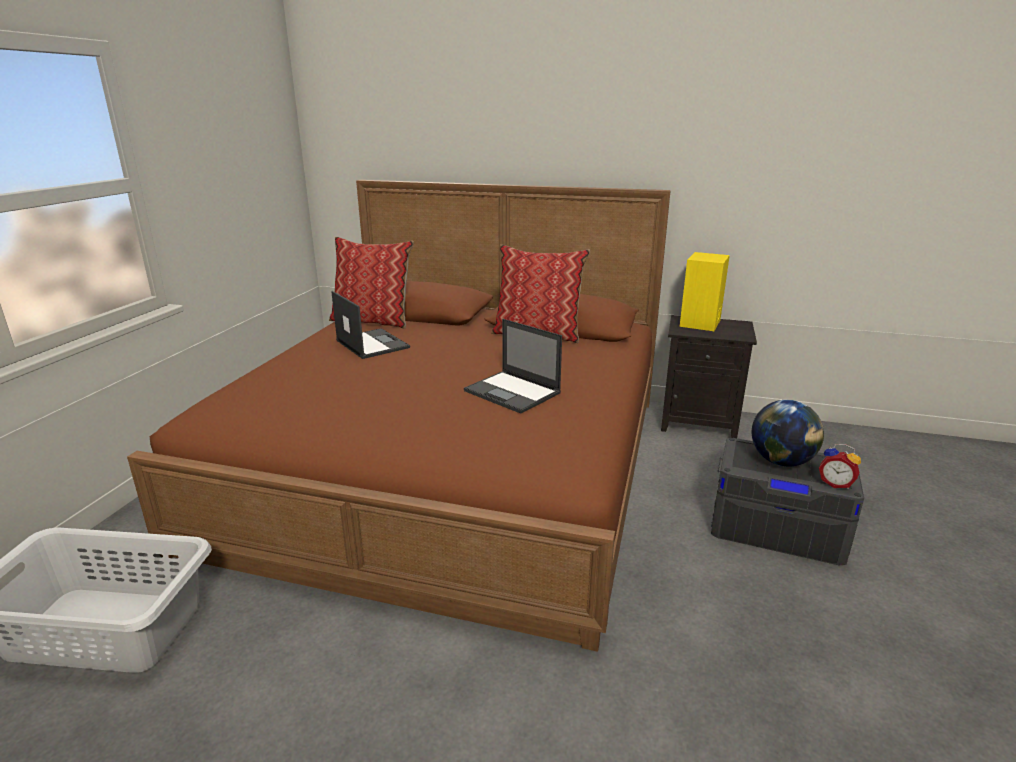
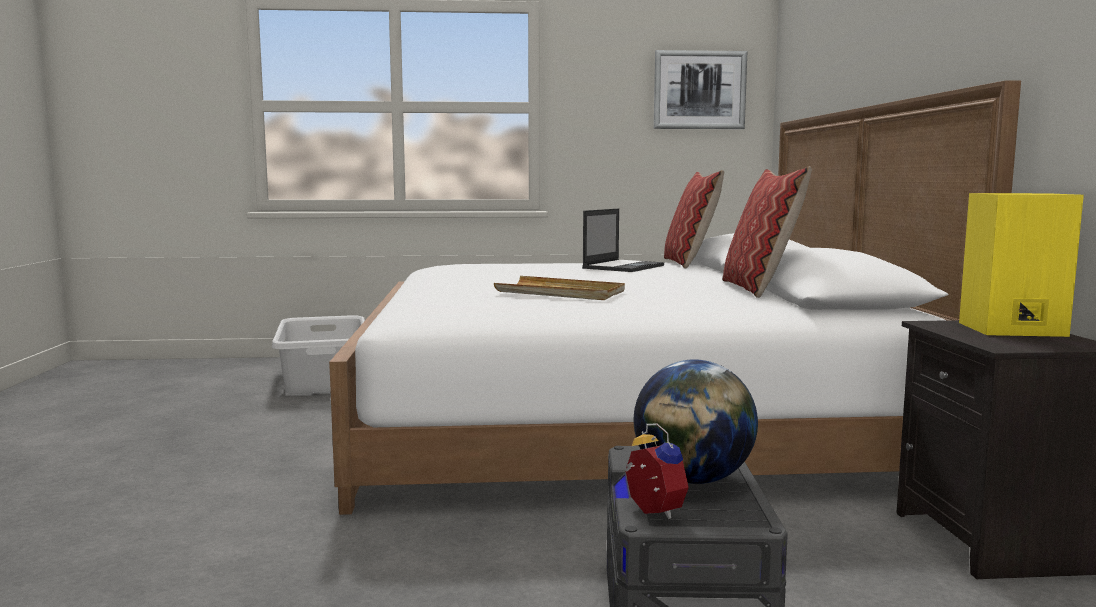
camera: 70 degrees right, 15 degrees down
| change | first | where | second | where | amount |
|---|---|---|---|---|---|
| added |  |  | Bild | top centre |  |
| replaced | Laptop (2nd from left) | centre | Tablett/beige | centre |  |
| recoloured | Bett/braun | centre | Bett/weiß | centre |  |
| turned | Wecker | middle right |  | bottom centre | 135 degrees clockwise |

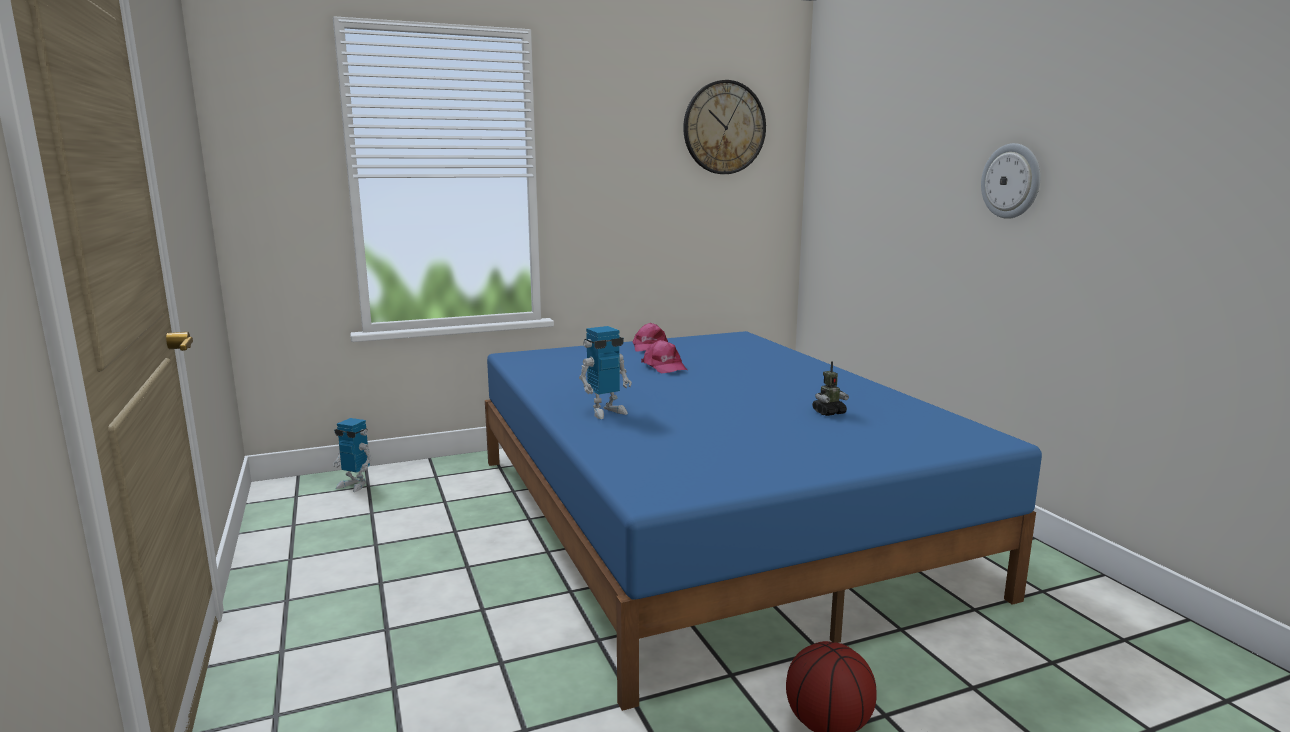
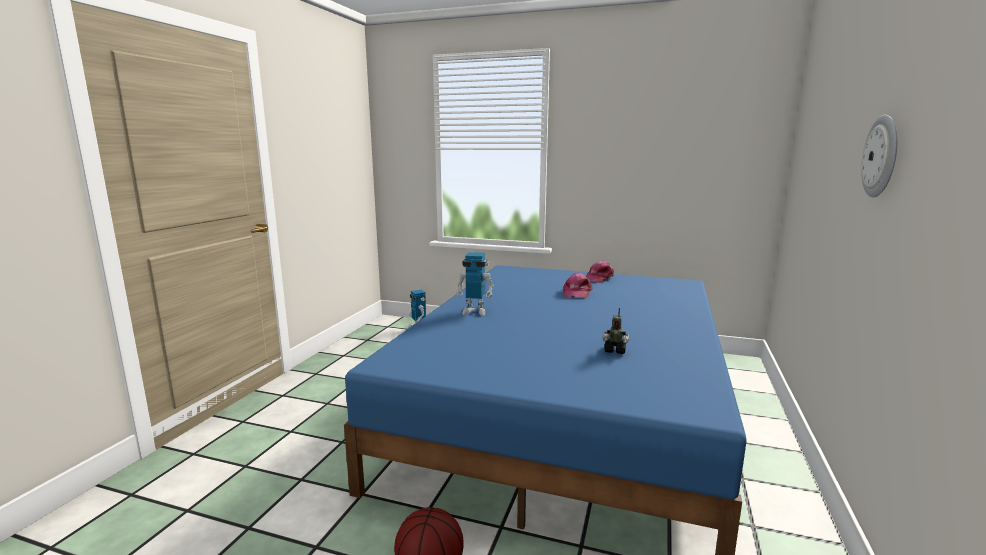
camera: 40 degrees right, 0 degrees up
| change | first | where | second | where | amount |
|---|---|---|---|---|---|
| removed | Wanduhr (1st from left) | top centre |  |  |  |

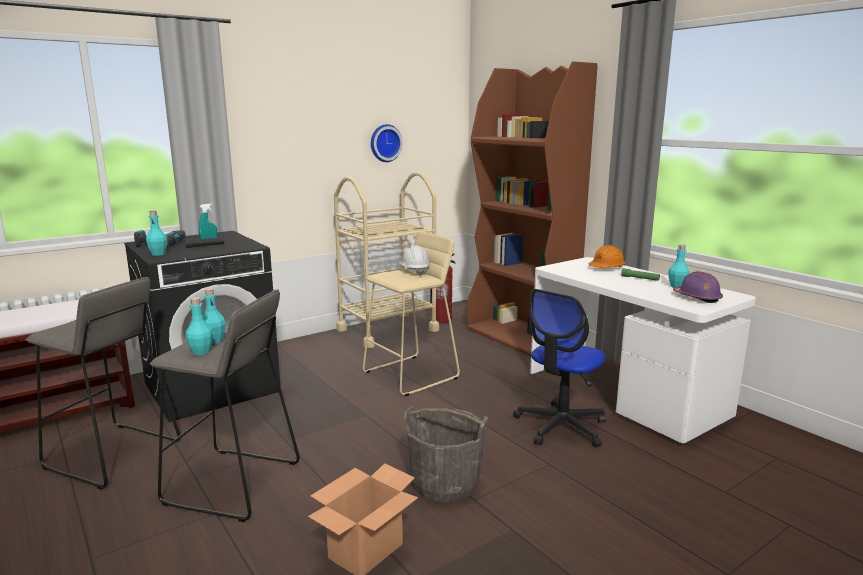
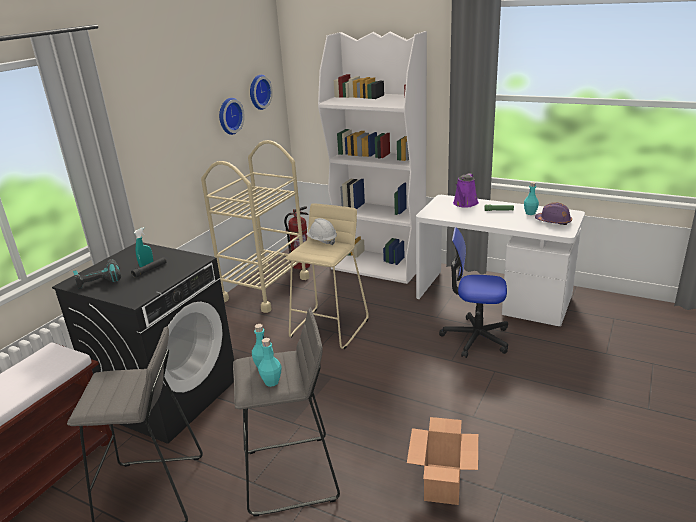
camera: 25 degrees left, 10 degrees up
| change | first | where | second | where | amount |
|---|---|---|---|---|---|
| removed | Flasche/türkis (1st from left) | middle left |  |  |  |
| removed | Eimer/grau | bottom centre |  |  |  |
| added |  |  | Wanduhr (2nd from left) | top centre |  |
| replaced | Schutzhelm/orange | middle right | Gießkanne/lila | middle right |  |
| recoloured | Bücherregal/braun | centre | Bücherregal/weiß | top centre |  |
| turned | Bürostuhl | centre |  | middle right | 90 degrees clockwise |

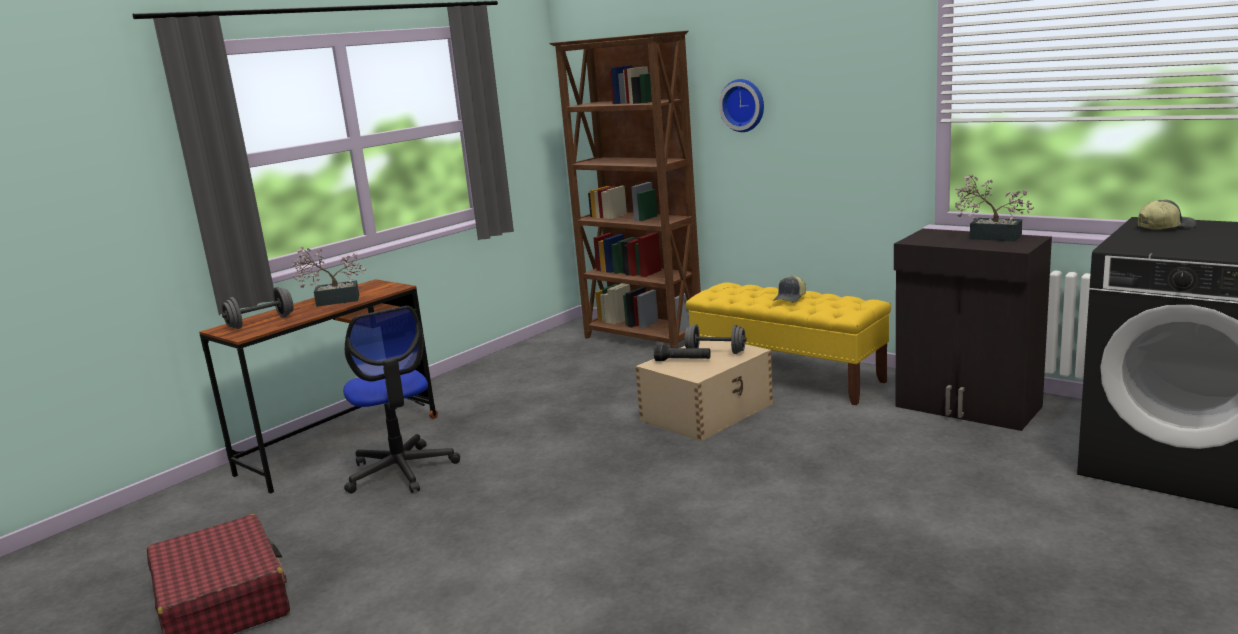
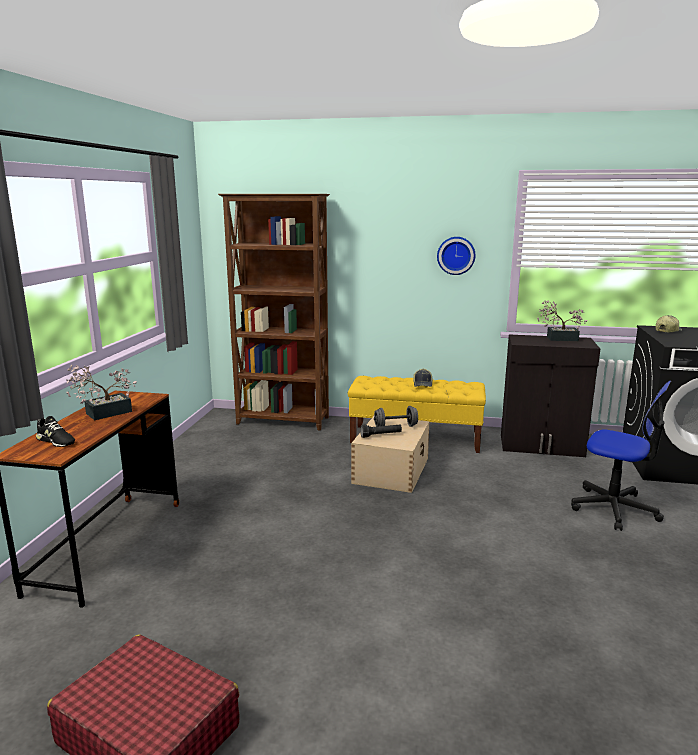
camera: 30 degrees left, 0 degrees up
| change | first | where | second | where | amount |
|---|---|---|---|---|---|
| moved | Bürostuhl | middle left |  | middle right |  |
| moved | Wanduhr | top centre |  | centre |  |
| replaced | Hantel/grau (1st from left) | middle left | Schuh/schwarz | middle left |  |

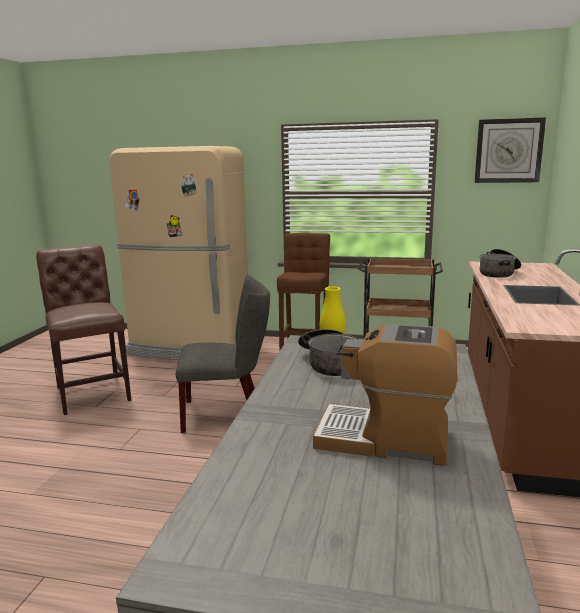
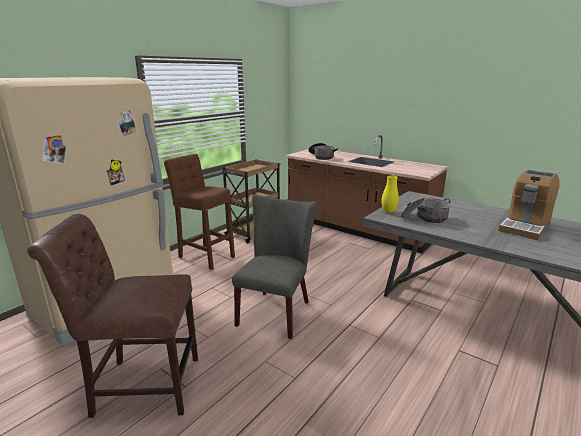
camera: 65 degrees left, 5 degrees up
| change | first | where | second | where | amount |
|---|---|---|---|---|---|
| removed | Wanduhr | top right |  |  |  |

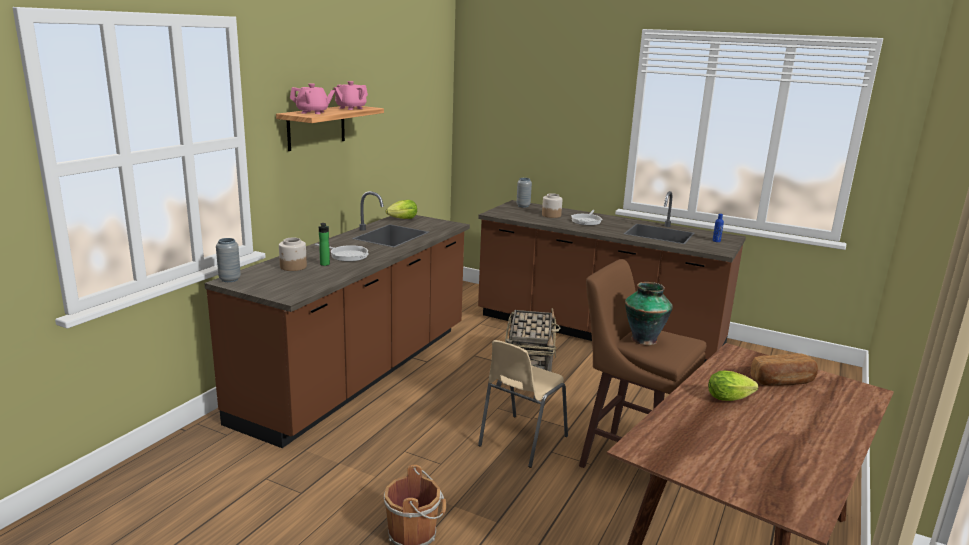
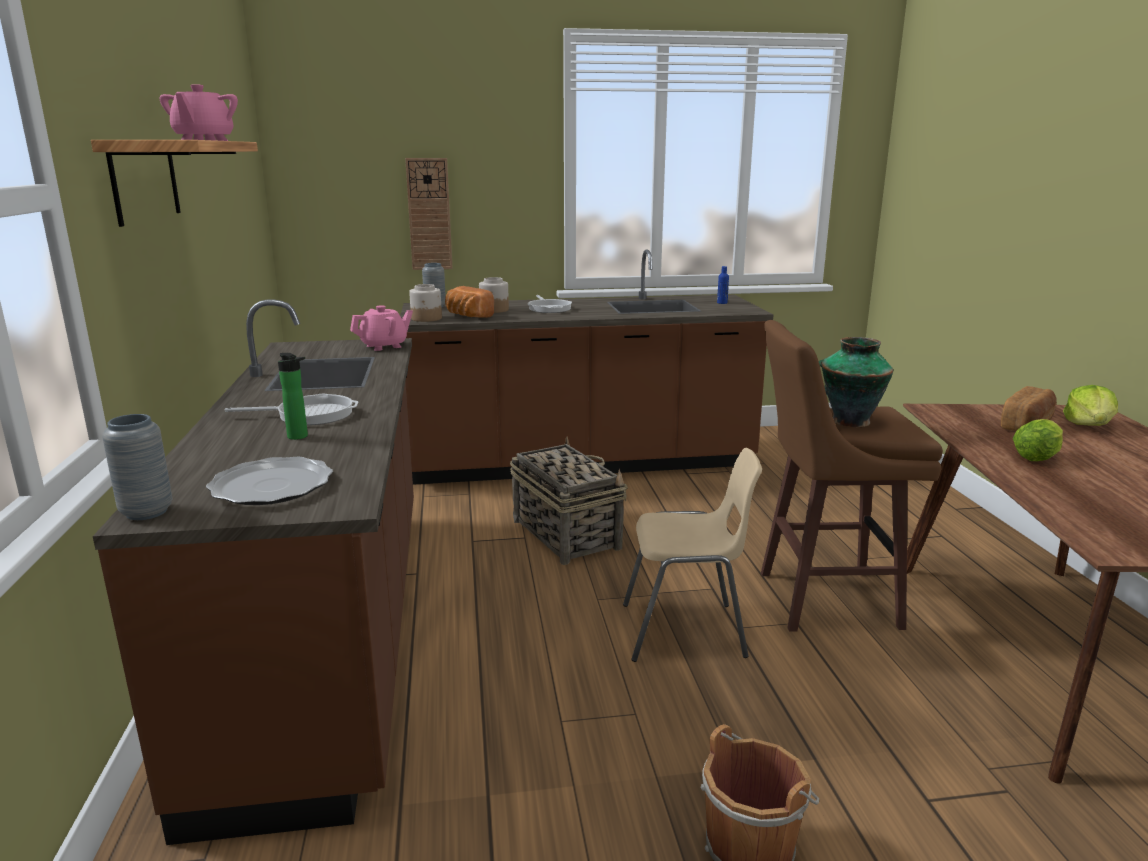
camera: 35 degrees left, 0 degrees up
| change | first | where | second | where | amount |
|---|---|---|---|---|---|
| added |  |  | Teller | middle left |  |
| added |  |  | Wanduhr | top centre |  |
| added |  |  | Brot (1st from left) | centre |  |
| moved | Vorratsglas (1st from left) | middle left |  | centre |  |
| moved | Teekanne/rosa (1st from left in the first image) | top left | Teekanne/rosa (2nd from left) | middle left |  |
| moved | Salatkopf (1st from left in the first image) | centre | Salatkopf (2nd from left) | middle right |  |
| turned | Stuhl/beige | bottom centre |  | centre | 90 degrees counterclockwise |

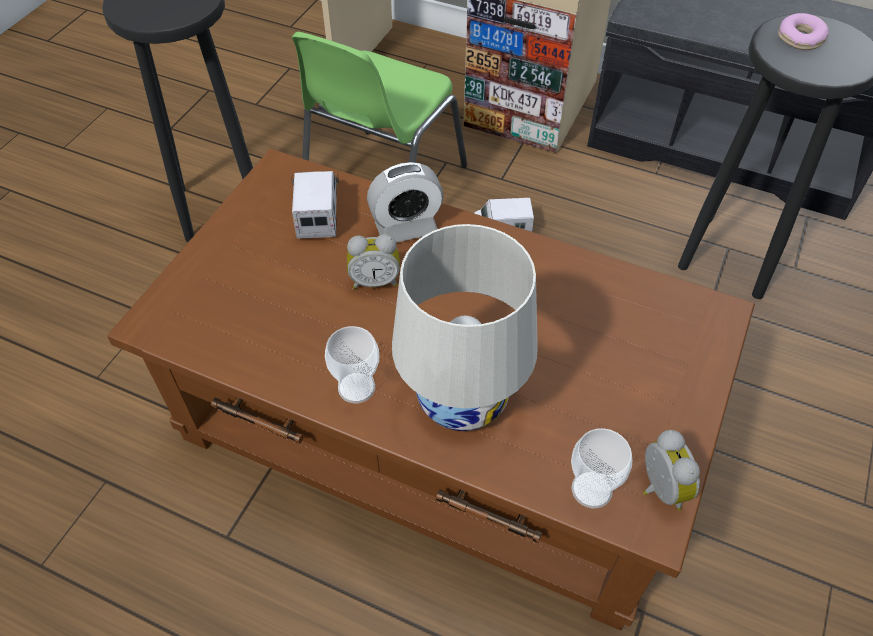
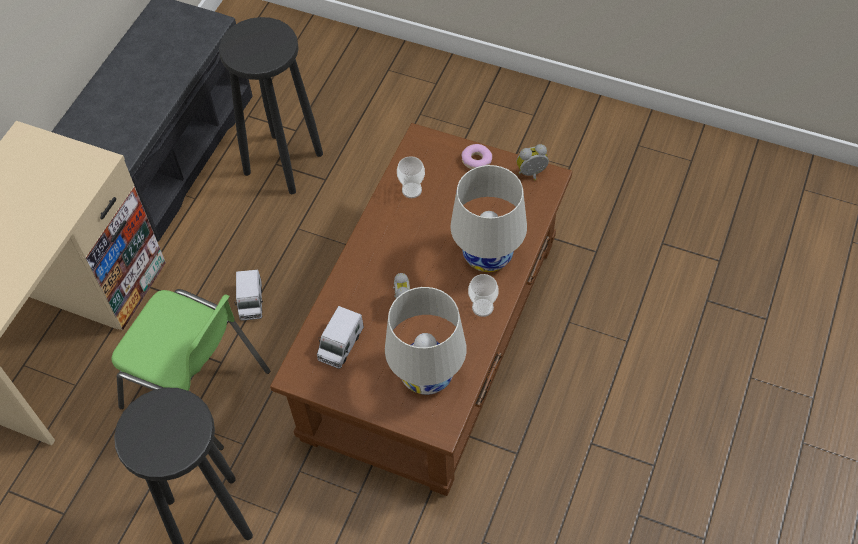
camera: 90 degrees left, 5 degrees up
| change | first | where | second | where | amount |
|---|---|---|---|---|---|
| removed | Wecker (2nd from left) | top centre |  |  |  |
| added |  |  | Tischlampe/weiß (1st from left) | centre |  |
| moved | Tasse (2nd from left in the first image) | bottom right | Tasse (1st from left) | top centre |  |
| moved | Donut | top right |  | top centre |  |
| turned | Spielzeuglaster (1st from left in the first image) | top centre | Spielzeuglaster (2nd from left) | centre | 60 degrees counterclockwise |

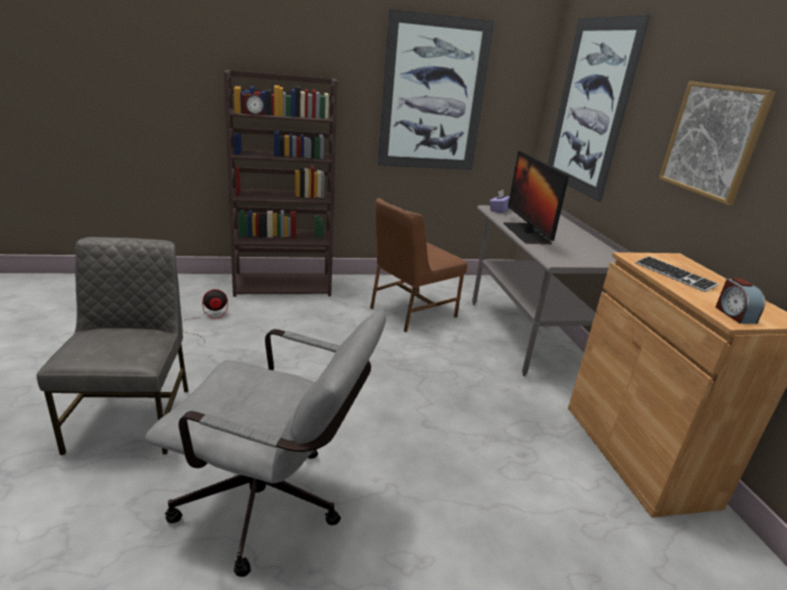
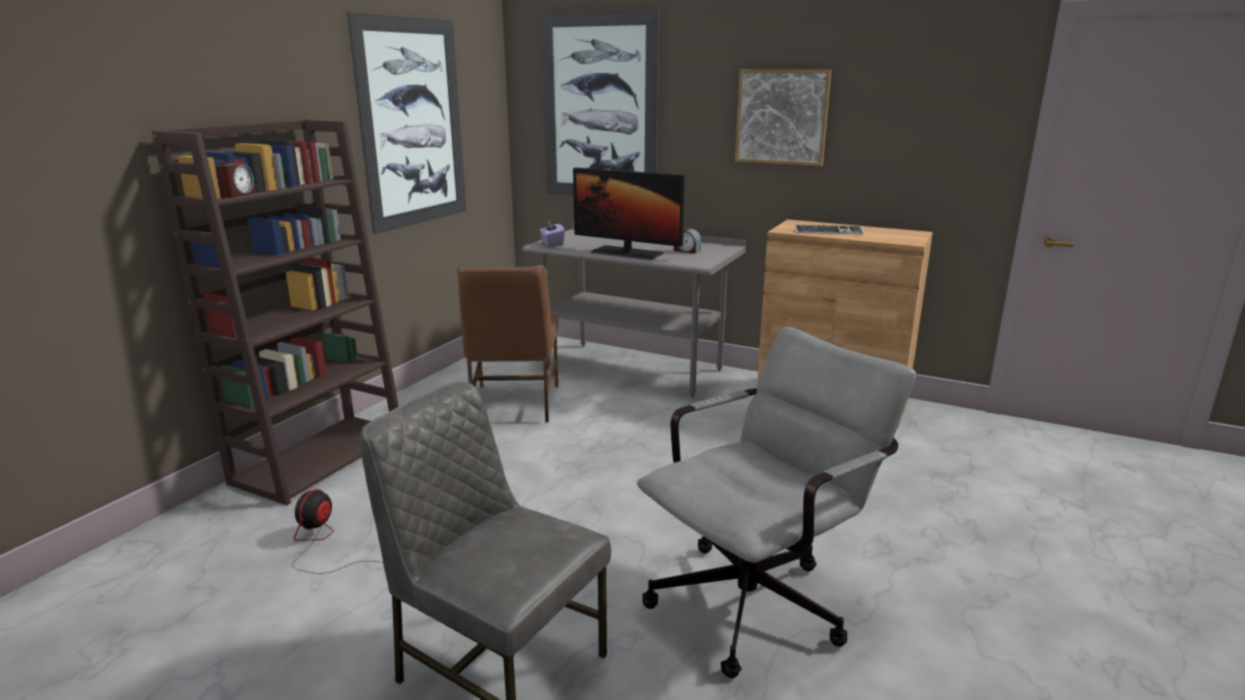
camera: 50 degrees left, 5 degrees down
| change | first | where | second | where | amount |
|---|---|---|---|---|---|
| moved | Wecker (2nd from left) | middle right |  | centre |  |

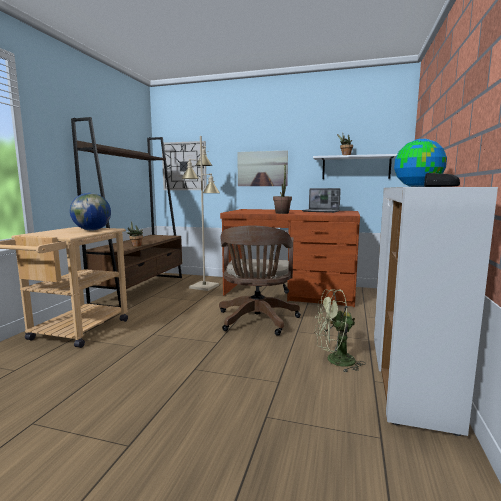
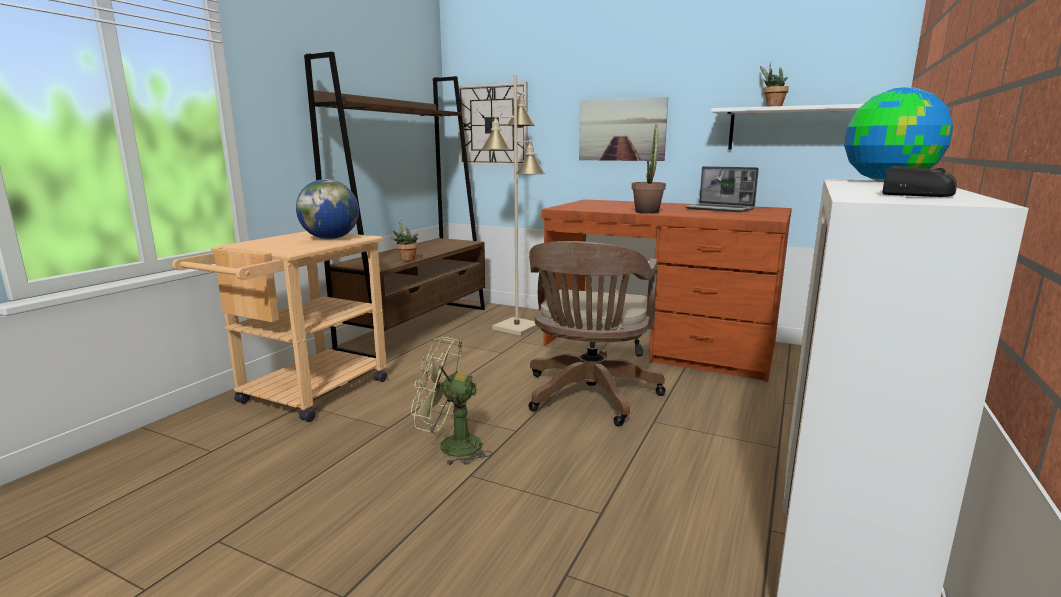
camera: 10 degrees right, 5 degrees up
| change | first | where | second | where | amount |
|---|---|---|---|---|---|
| moved | Ventilator/grün | middle right |  | bottom centre |  |

